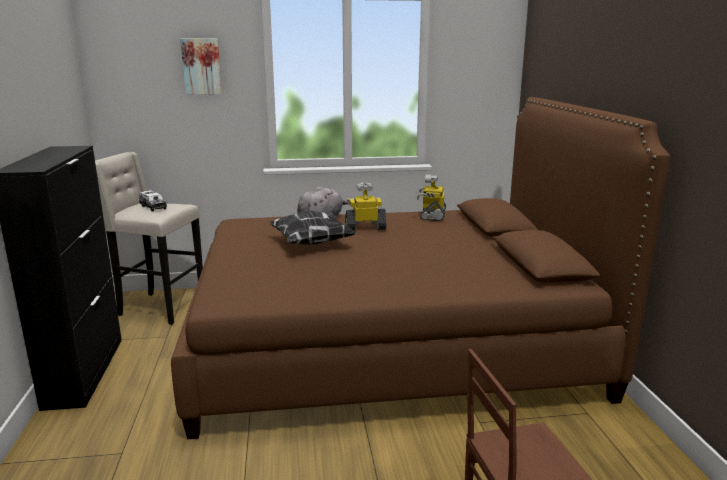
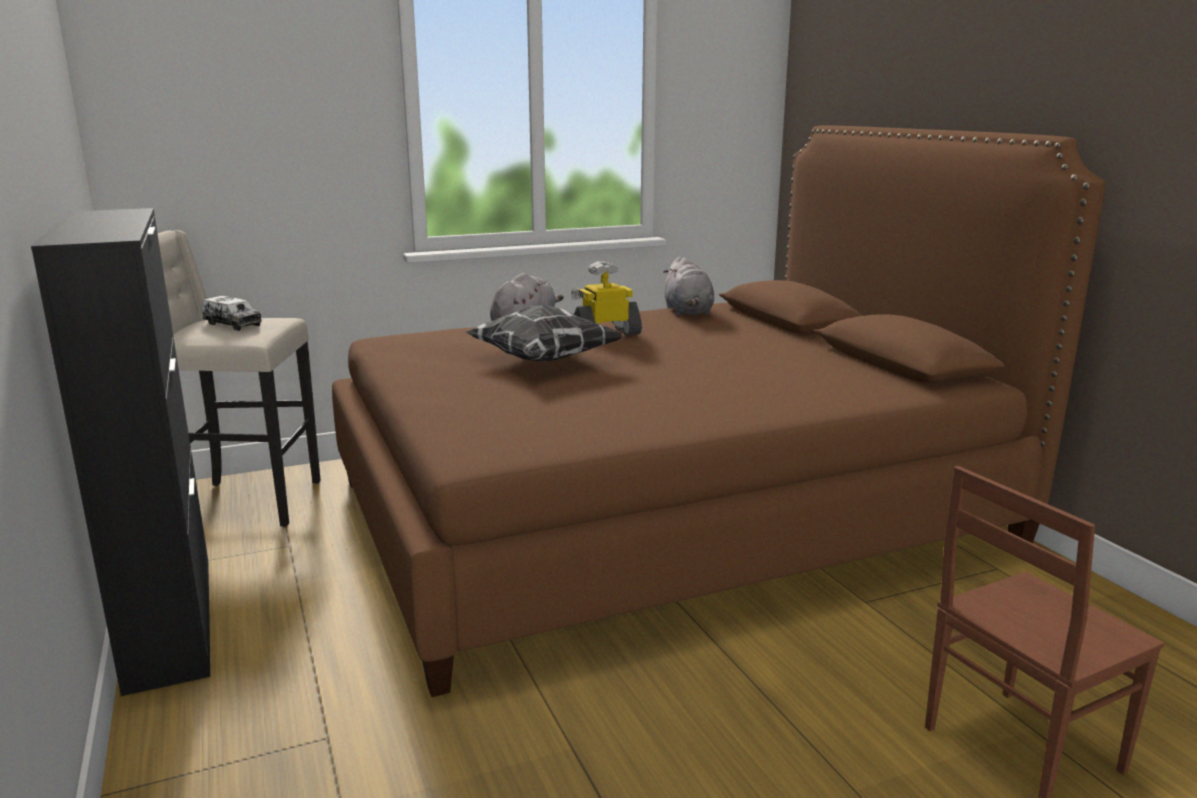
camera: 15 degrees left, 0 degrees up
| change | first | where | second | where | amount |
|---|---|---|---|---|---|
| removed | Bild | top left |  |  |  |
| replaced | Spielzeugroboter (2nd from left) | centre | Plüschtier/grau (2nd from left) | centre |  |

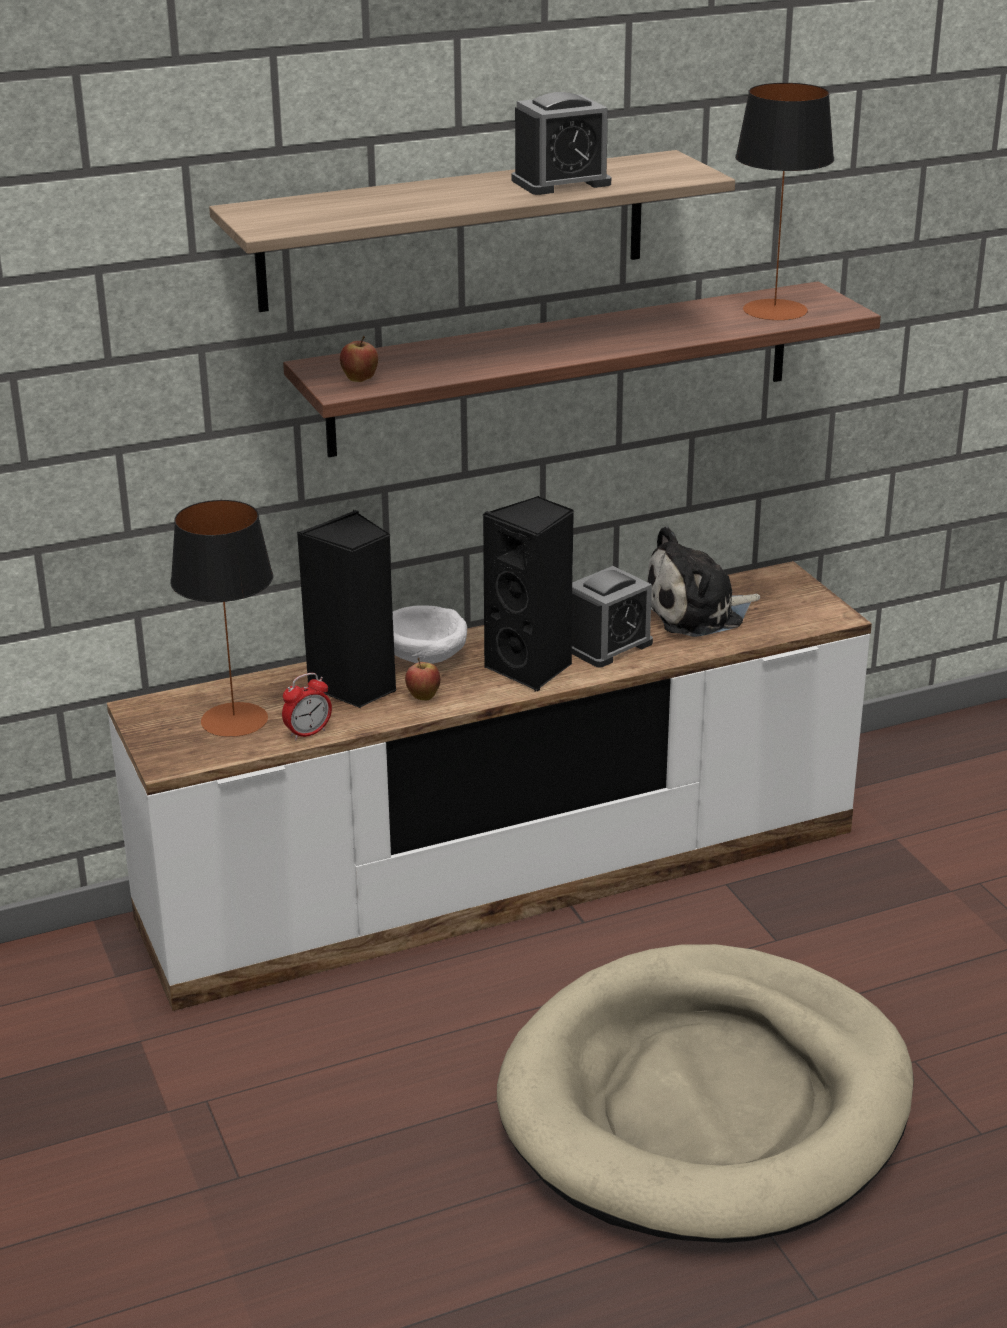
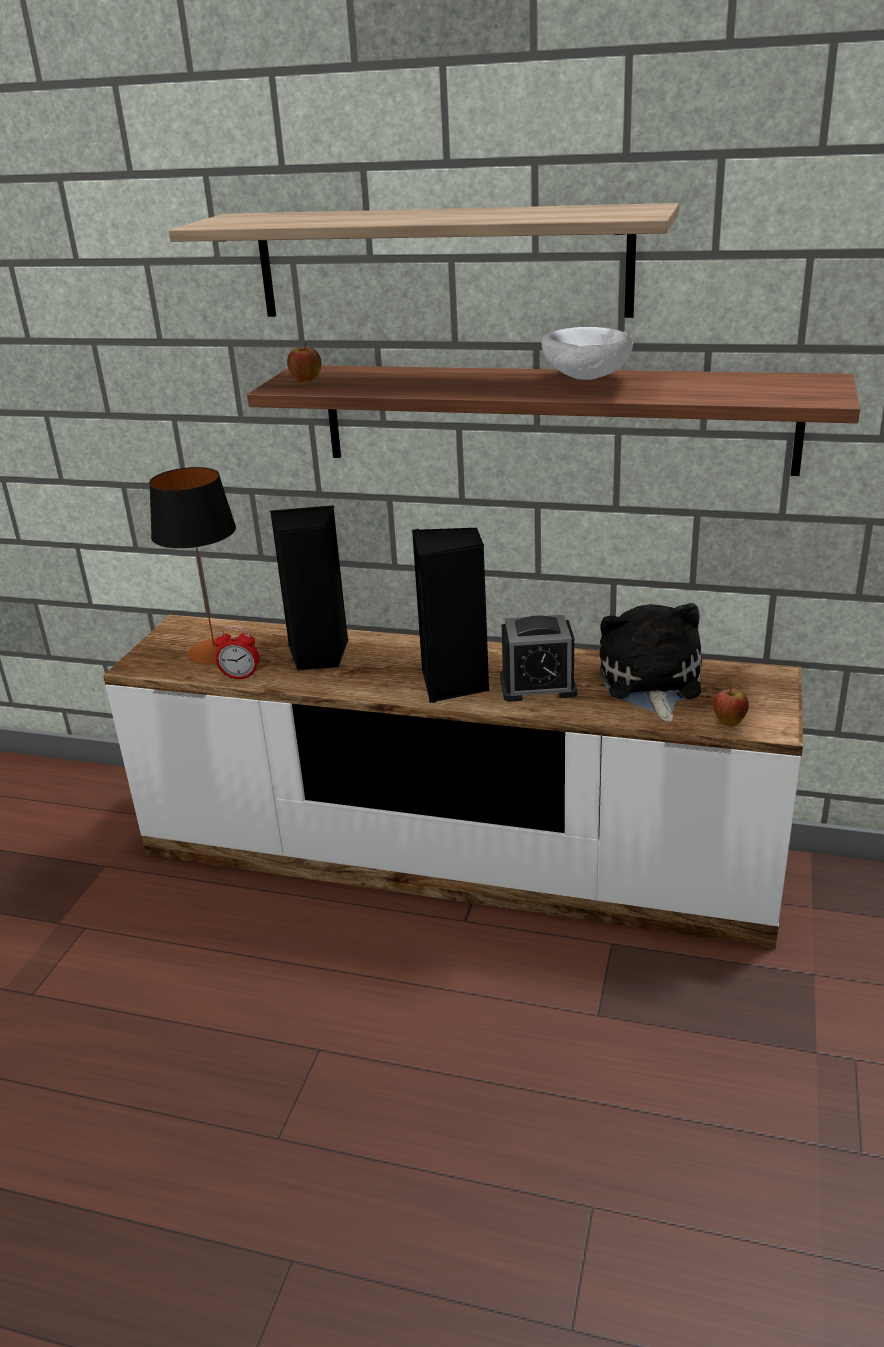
camera: 40 degrees right, 0 degrees up
| change | first | where | second | where | amount |
|---|---|---|---|---|---|
| removed | Hundebett/beige | bottom right |  |  |  |
| removed | Wecker (2nd from left) | top centre |  |  |  |
| removed | Tischlampe (2nd from left) | top right |  |  |  |
| moved | Schüssel/weiß | centre |  | top centre |  |
| moved | Apfel (2nd from left) | centre |  | middle right |  |
| turned | Plüschtier | middle right |  | middle right | 75 degrees clockwise |

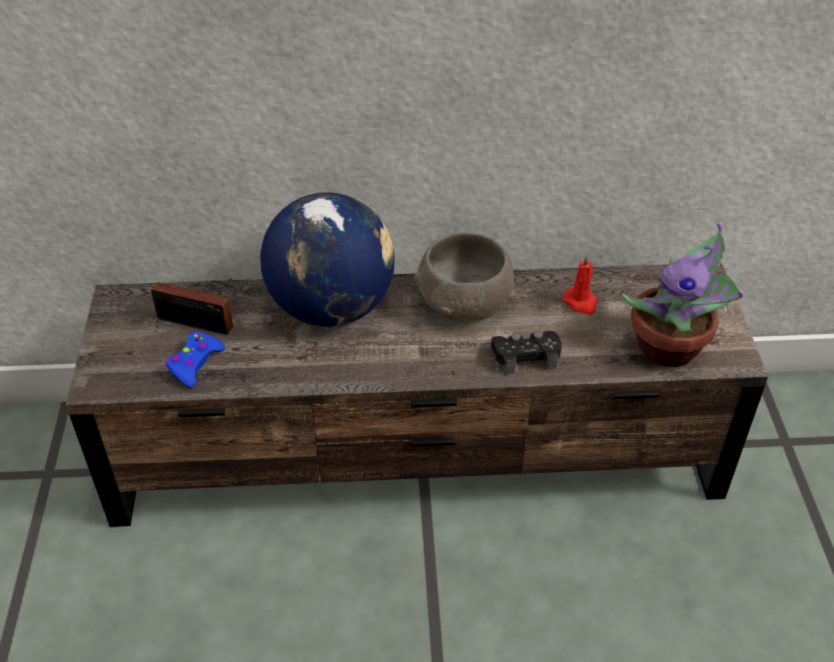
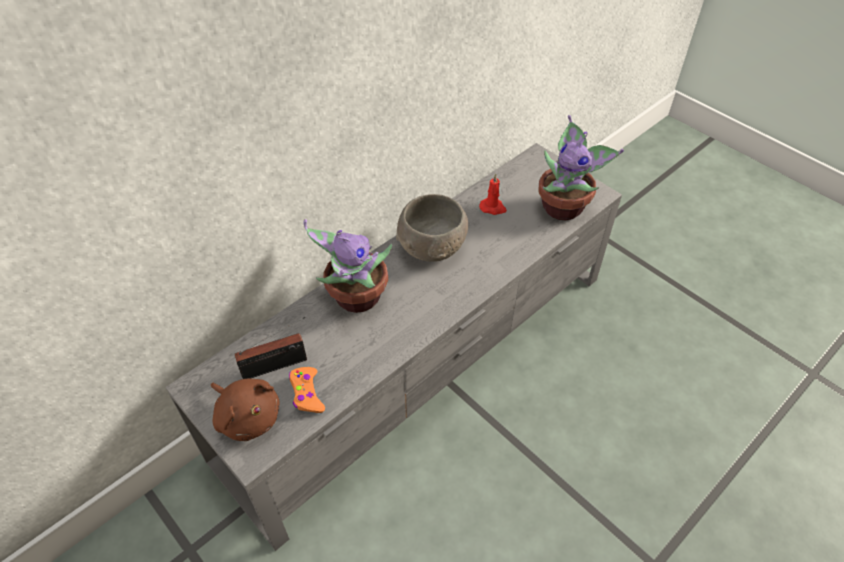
camera: 40 degrees left, 5 degrees up
| change | first | where | second | where | amount |
|---|---|---|---|---|---|
| removed | Gamepad/schwarz | centre |  |  |  |
| added |  |  | Plüschtier/braun | bottom left |  |
| replaced | Globus | centre | Topfpflanze (1st from left) | centre |  |
| recoloured | Fernsehschrank/braun | centre | Fernsehschrank/grau | centre |  |
| recoloured | Gamepad/blau | middle left | Gamepad/orange | bottom centre |  |

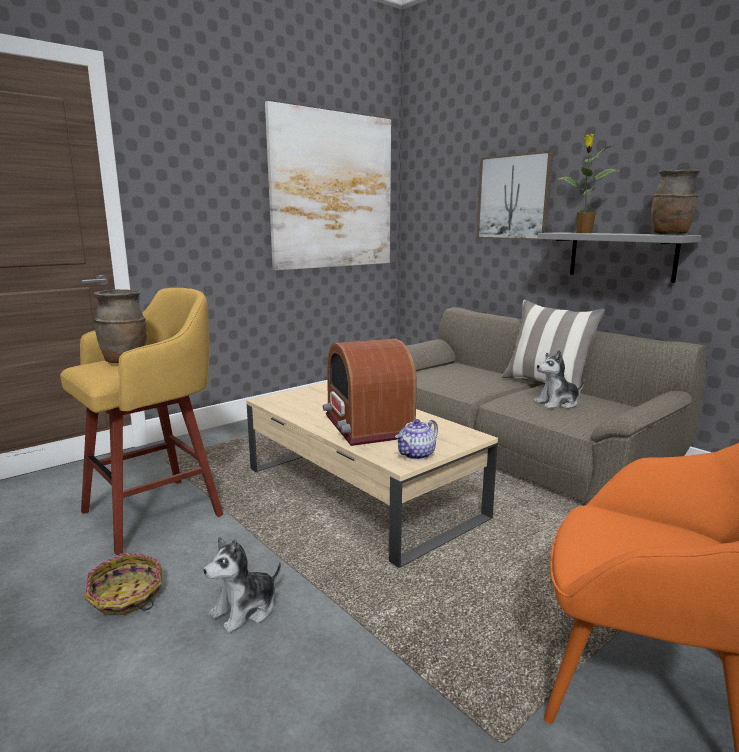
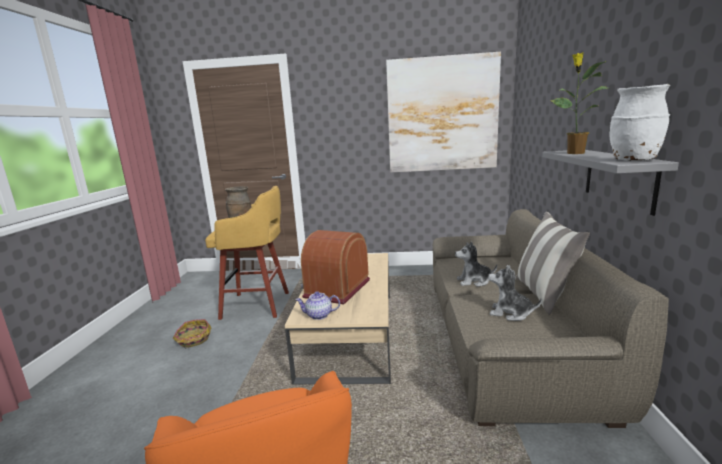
camera: 45 degrees right, 0 degrees up
| change | first | where | second | where | amount |
|---|---|---|---|---|---|
| removed | Bild (2nd from left) | top right |  |  |  |
| moved | Plüschtier (1st from left) | bottom left |  | centre |  |
| recoloured | Vase/braun (2nd from left) | top right | Vase/weiß | top right |  |

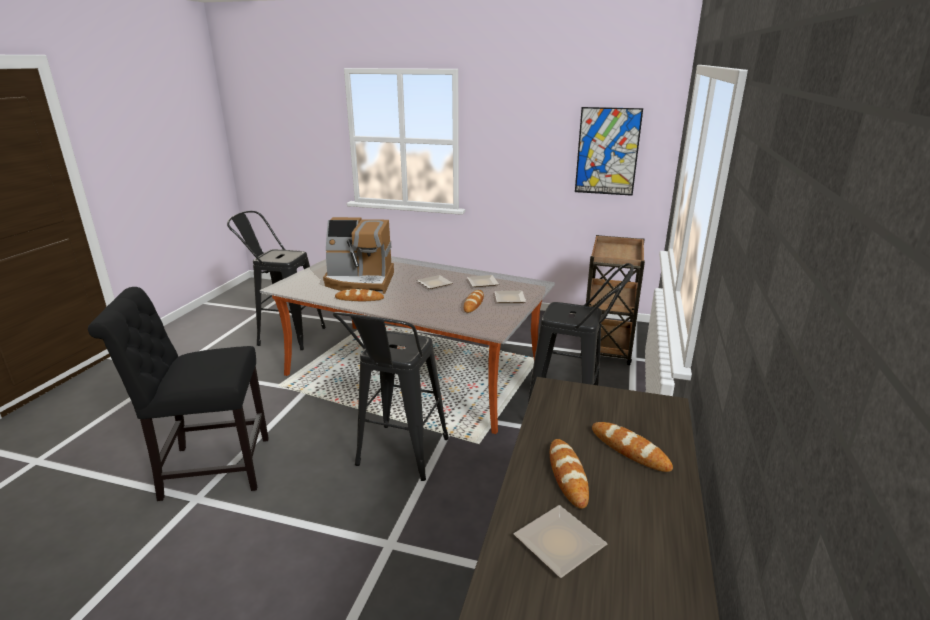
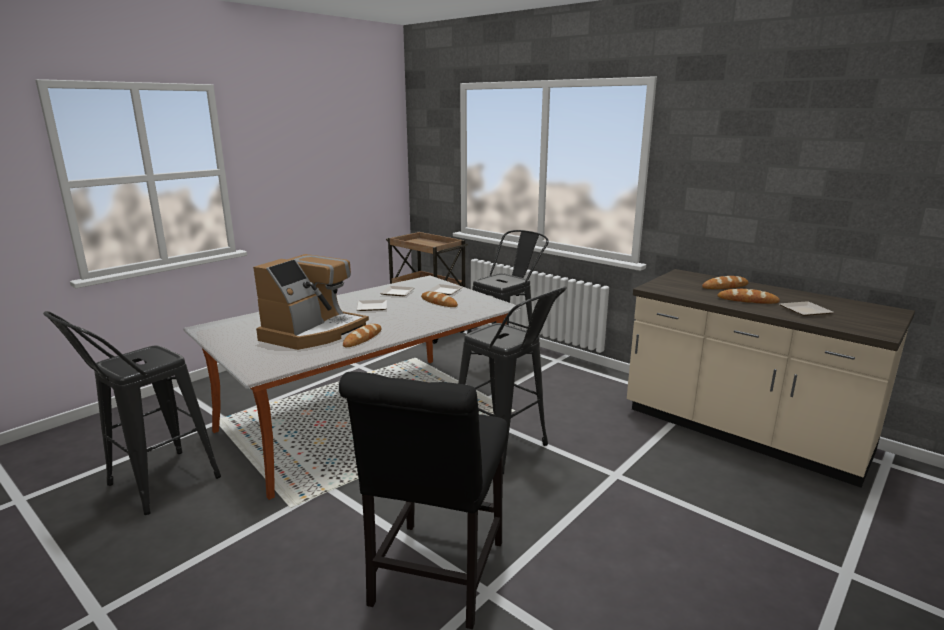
camera: 65 degrees left, 5 degrees down
| change | first | where | second | where | amount |
|---|---|---|---|---|---|
| removed | Bild | top centre |  |  |  |

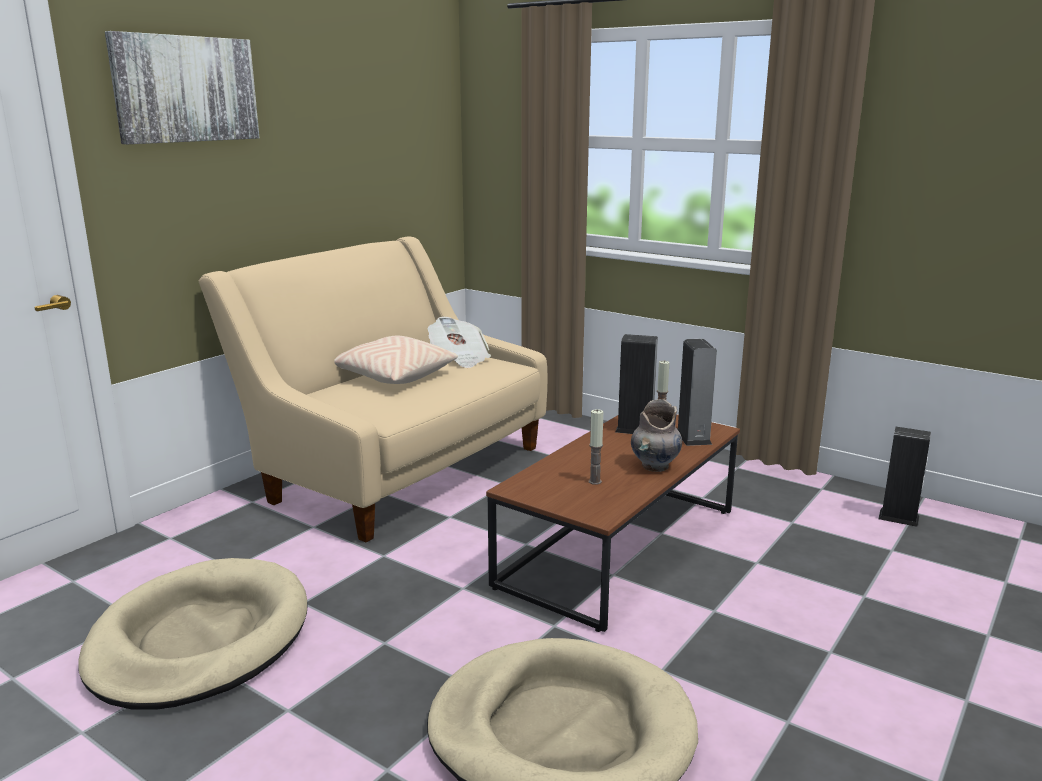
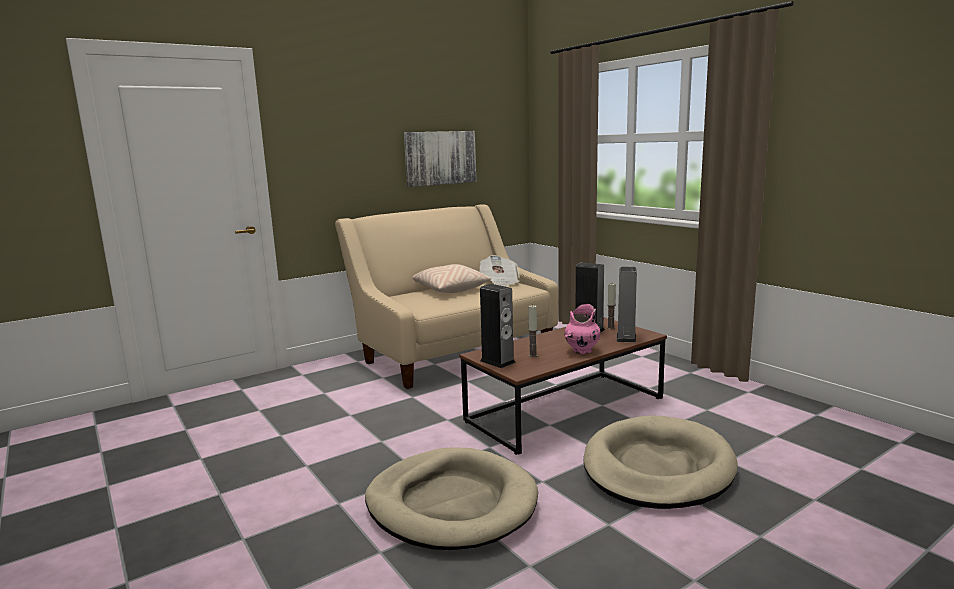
camera: 20 degrees right, 5 degrees down
| change | first | where | second | where | amount |
|---|---|---|---|---|---|
| moved | Hundebett/beige (1st from left in the first image) | bottom left | Hundebett/beige (2nd from left) | bottom right |  |
| moved | Bild | top left |  | top centre |  |
| moved | Lautsprecher (3rd from left in the first image) | middle right | Lautsprecher (1st from left) | centre |  |
| recoloured | Vase/grau | centre | Vase/rosa | centre |  |

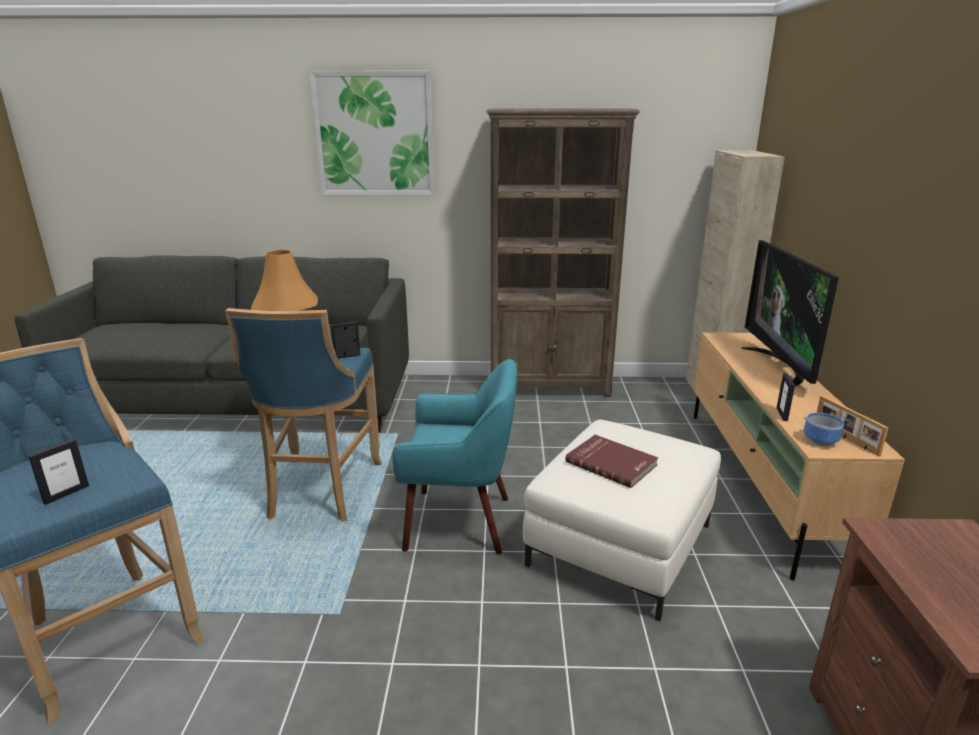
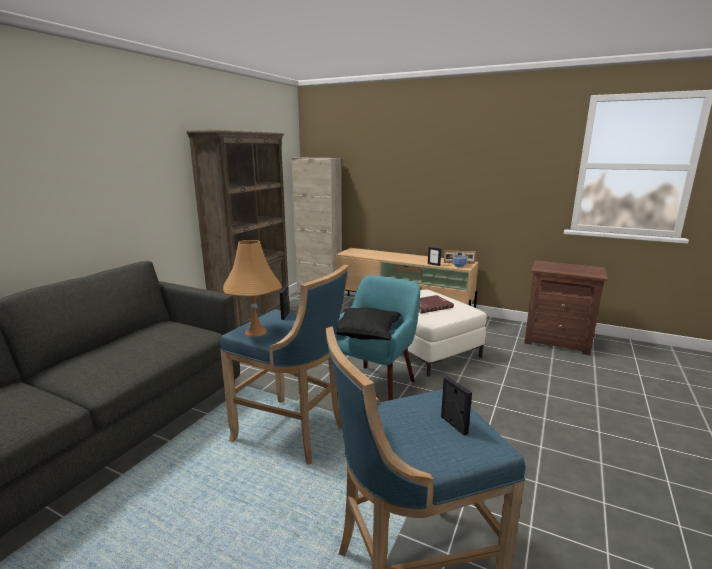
camera: 65 degrees left, 5 degrees down
| change | first | where | second | where | amount |
|---|---|---|---|---|---|
| removed | Bild | top centre |  |  |  |
| removed | Fernseher | middle right |  |  |  |
| added |  |  | Kissen/schwarz | centre |  |

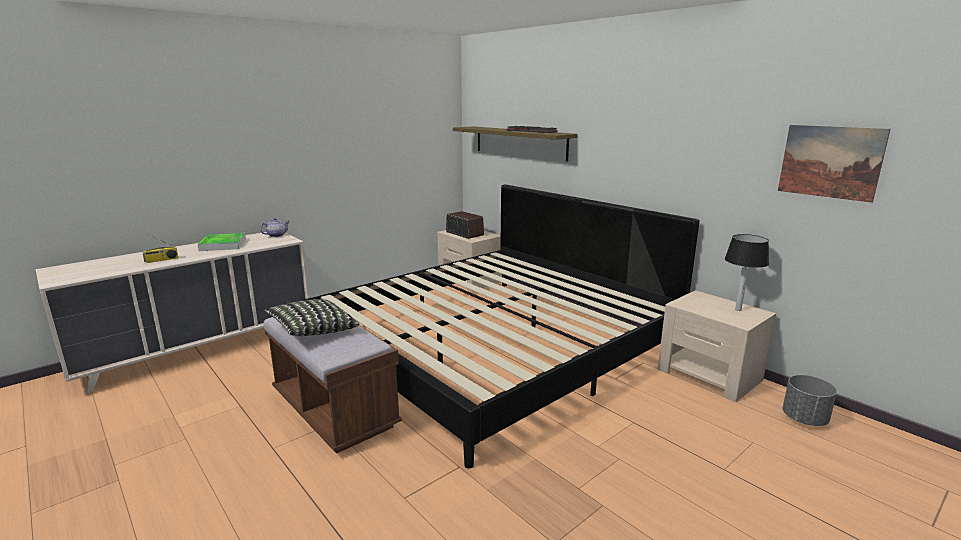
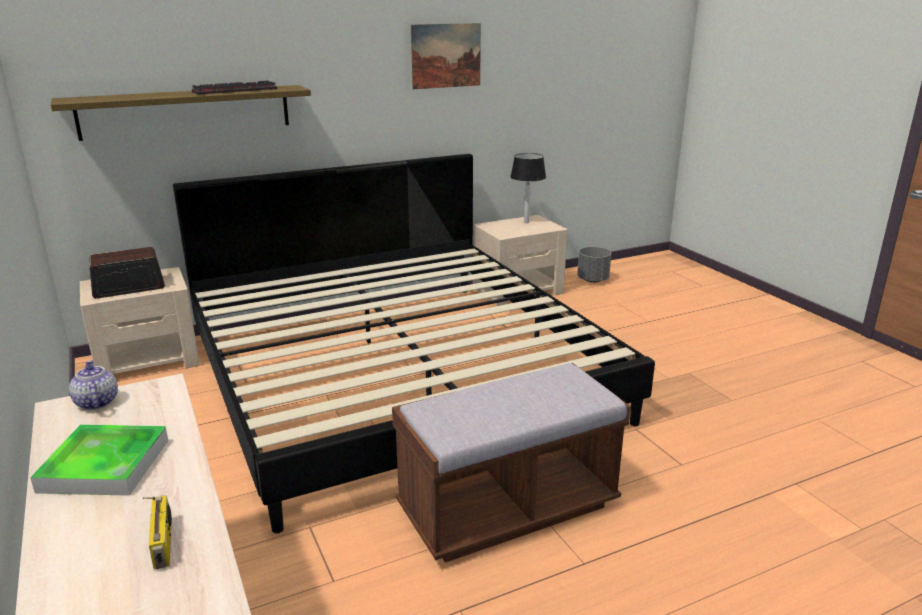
camera: 75 degrees left, 5 degrees up
| change | first | where | second | where | amount |
|---|---|---|---|---|---|
| removed | Kissen | middle left |  |  |  |
| moved | Bild | top right |  | top centre |  |

